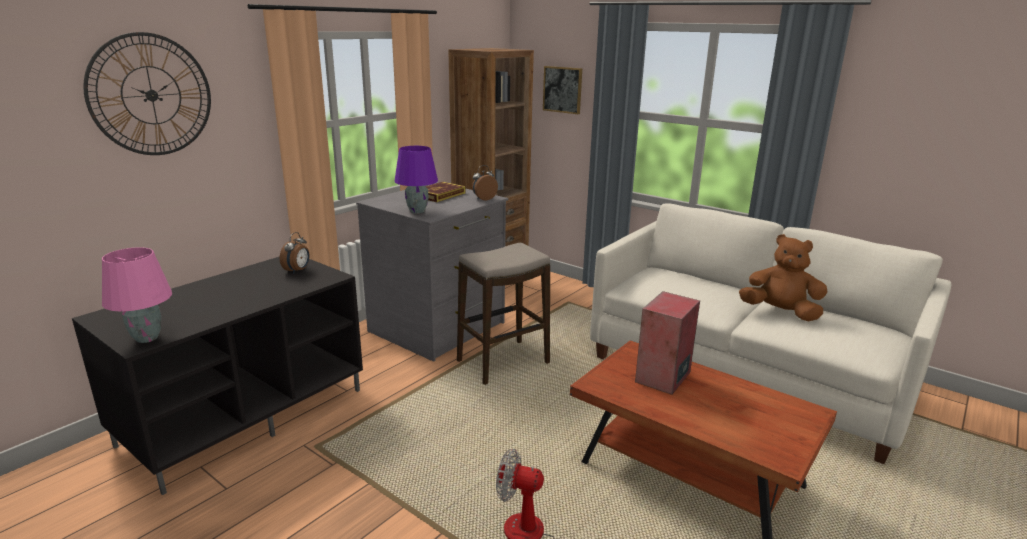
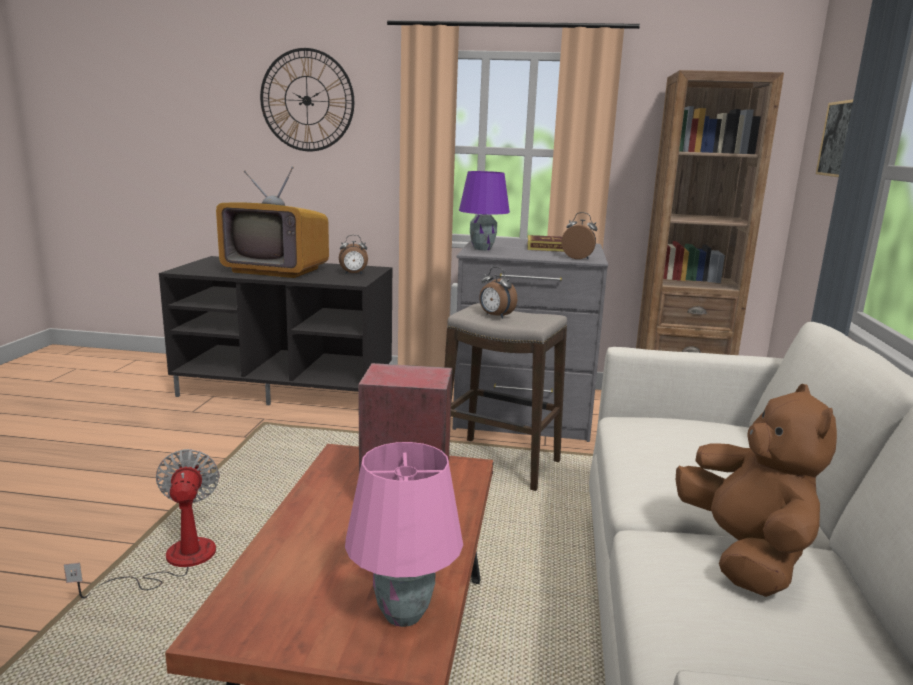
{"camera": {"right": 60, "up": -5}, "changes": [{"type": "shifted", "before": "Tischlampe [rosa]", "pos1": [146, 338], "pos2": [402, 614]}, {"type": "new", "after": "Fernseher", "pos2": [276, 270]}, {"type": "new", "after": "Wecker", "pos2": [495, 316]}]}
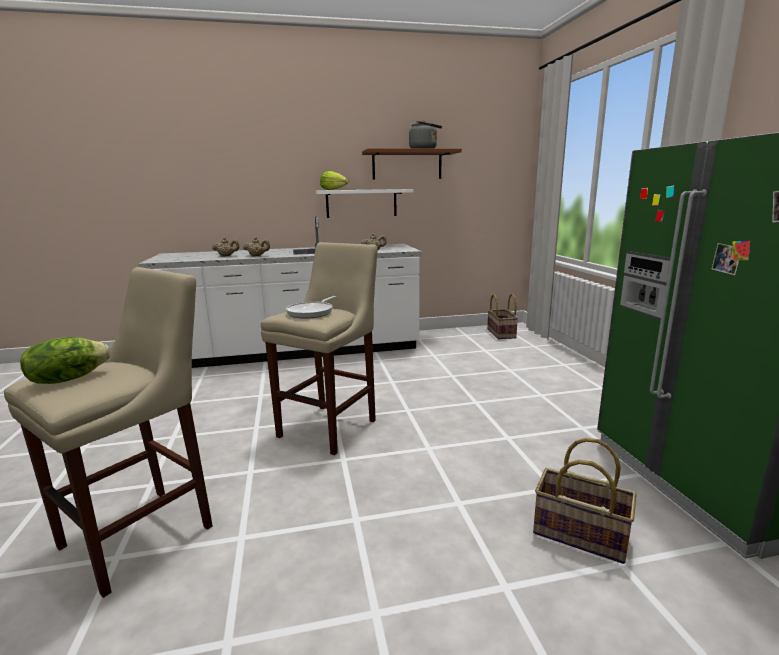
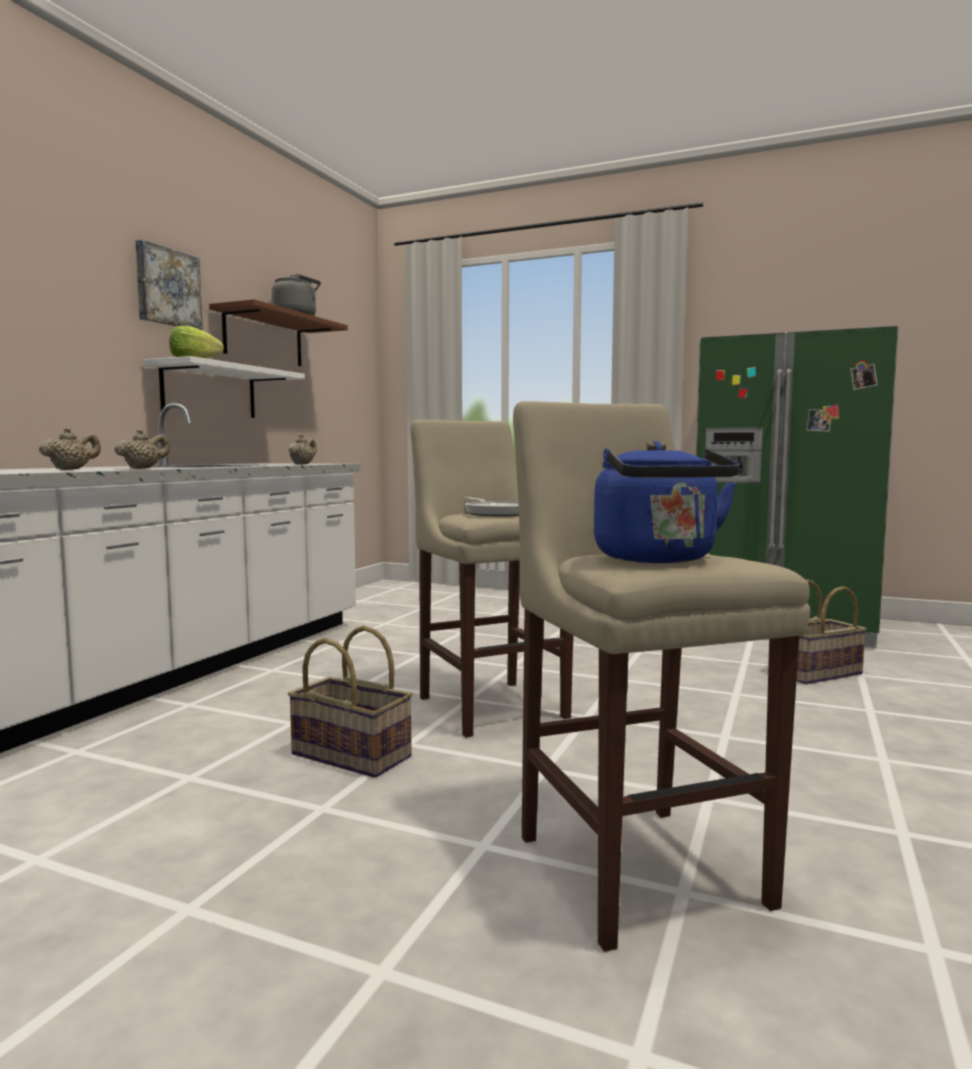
{"camera": {"right": -55, "up": -10}, "changes": [{"type": "shifted", "before": "Korb", "pos1": [502, 333], "pos2": [353, 755]}, {"type": "swapped", "before": "Salatkopf", "after": "Wasserkessel [blau]", "pos1": [68, 379], "pos2": [659, 559]}, {"type": "new", "after": "Bild", "pos2": [167, 287]}]}
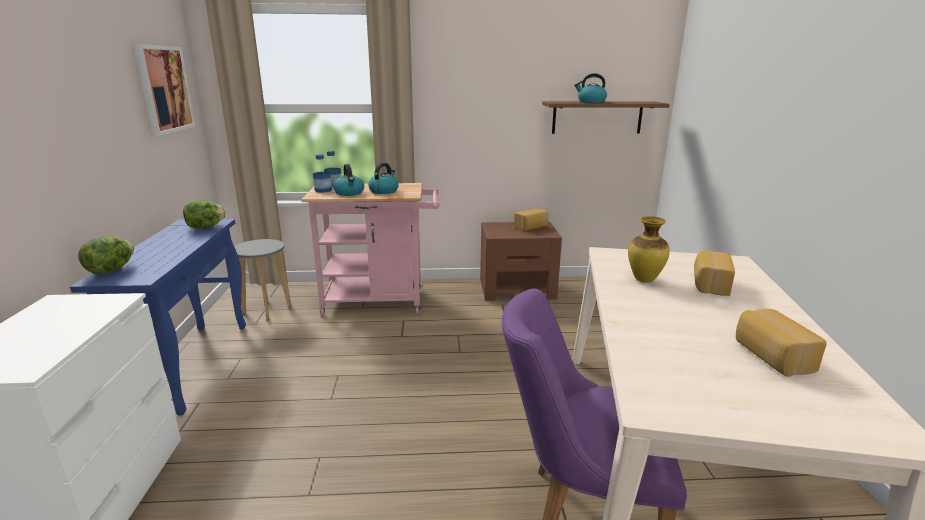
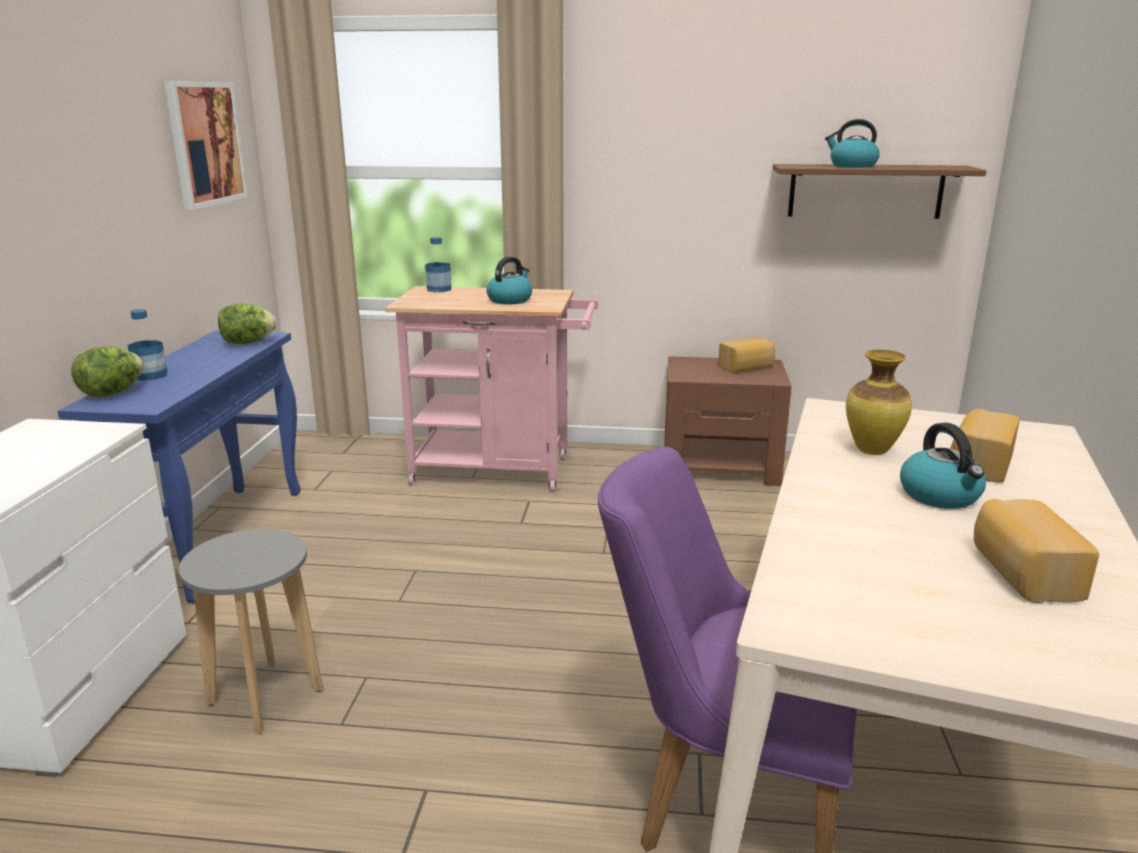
{"camera": {"right": 10, "up": 0}, "changes": [{"type": "shifted", "before": "Flasche", "pos1": [323, 190], "pos2": [150, 375]}, {"type": "shifted", "before": "Wasserkessel", "pos1": [349, 193], "pos2": [940, 496]}, {"type": "shifted", "before": "Hocker [grau]", "pos1": [267, 310], "pos2": [265, 697]}]}
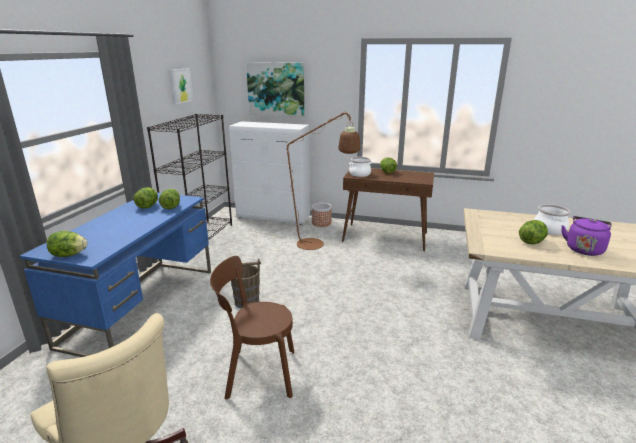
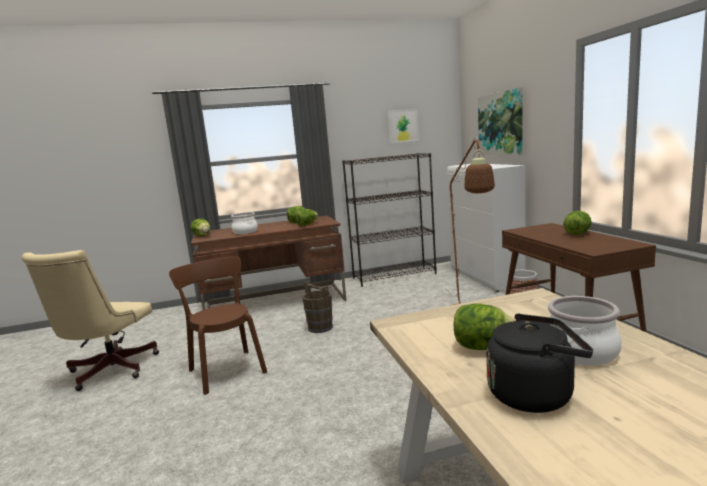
{"camera": {"right": 60, "up": -10}, "changes": [{"type": "shifted", "before": "Kochtopf", "pos1": [360, 174], "pos2": [245, 232]}, {"type": "repainted", "before": "Schreibtisch [blau]", "after": "Schreibtisch [braun]", "pos1": [143, 305], "pos2": [276, 303]}, {"type": "repainted", "before": "Wasserkessel [lila]", "after": "Wasserkessel [schwarz]", "pos1": [584, 249], "pos2": [534, 395]}]}
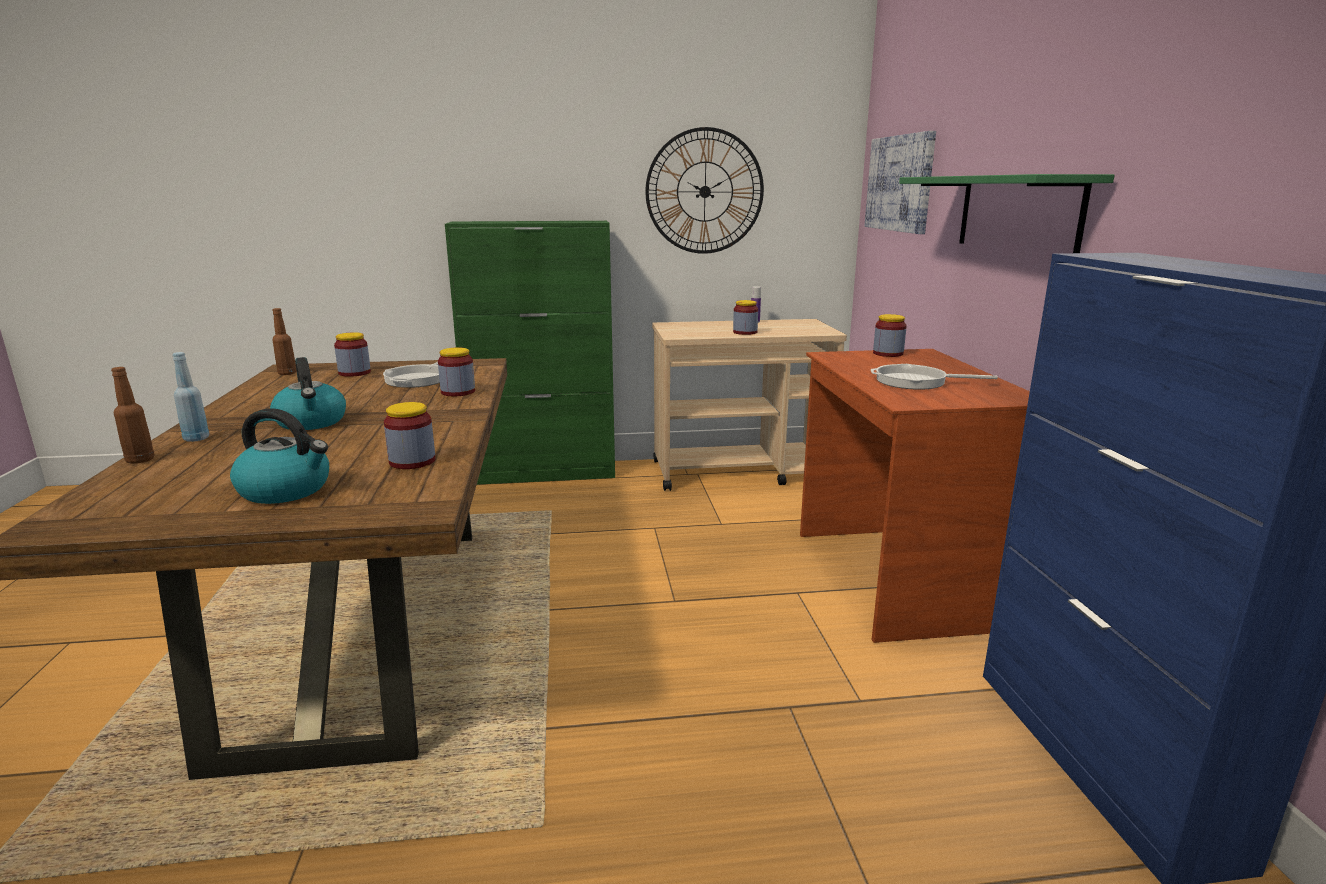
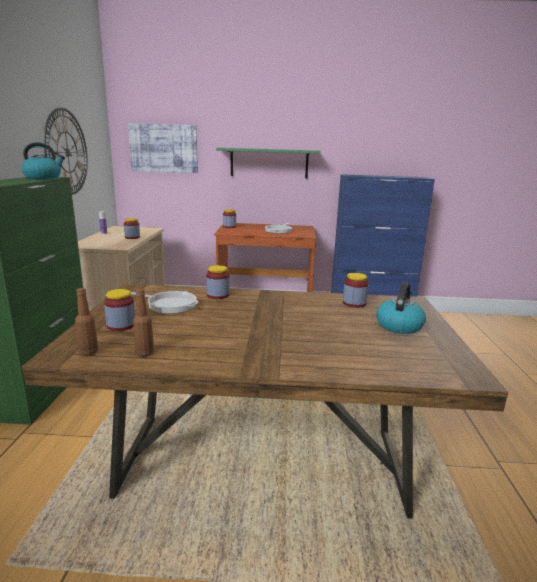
{"camera": {"right": -80, "up": 0}, "changes": [{"type": "gone", "before": "Flasche [blau]", "pos1": [196, 438]}, {"type": "shifted", "before": "Wasserkessel", "pos1": [312, 422], "pos2": [43, 177]}, {"type": "shifted", "before": "Flasche [braun]", "pos1": [140, 460], "pos2": [144, 353]}]}
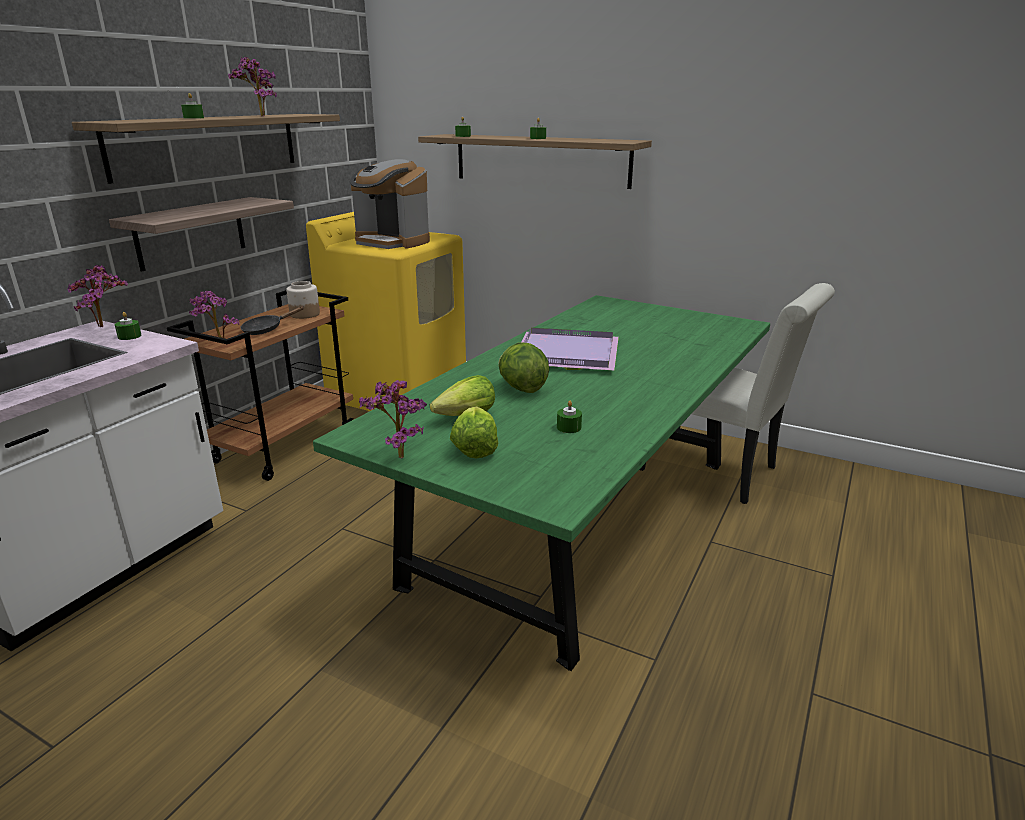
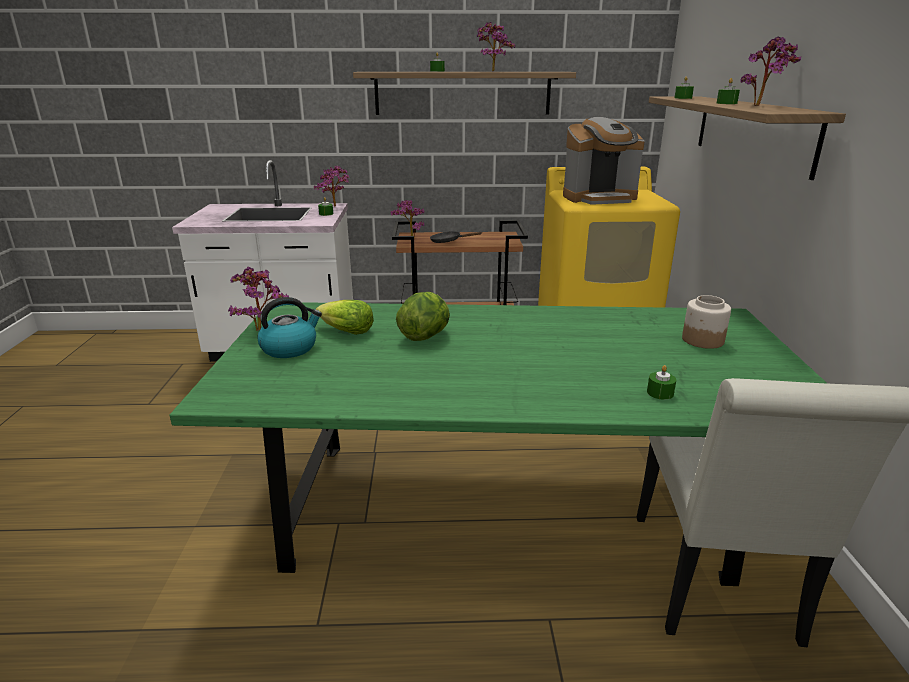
{"camera": {"right": 60, "up": 0}, "changes": [{"type": "rotated", "before": "Kaffeemaschine", "pos1": [392, 242], "pos2": [599, 198], "turn": -105}, {"type": "gone", "before": "Wandregal", "pos1": [191, 233]}, {"type": "shifted", "before": "Vorratsglas", "pos1": [304, 314], "pos2": [702, 340]}, {"type": "gone", "before": "Tablett [lila]", "pos1": [564, 354]}, {"type": "shifted", "before": "Kerze [grün]", "pos1": [569, 427], "pos2": [660, 393]}, {"type": "swapped", "before": "Salatkopf", "after": "Wasserkessel", "pos1": [474, 448], "pos2": [290, 348]}, {"type": "new", "after": "Topfpflanze", "pos2": [761, 106]}]}
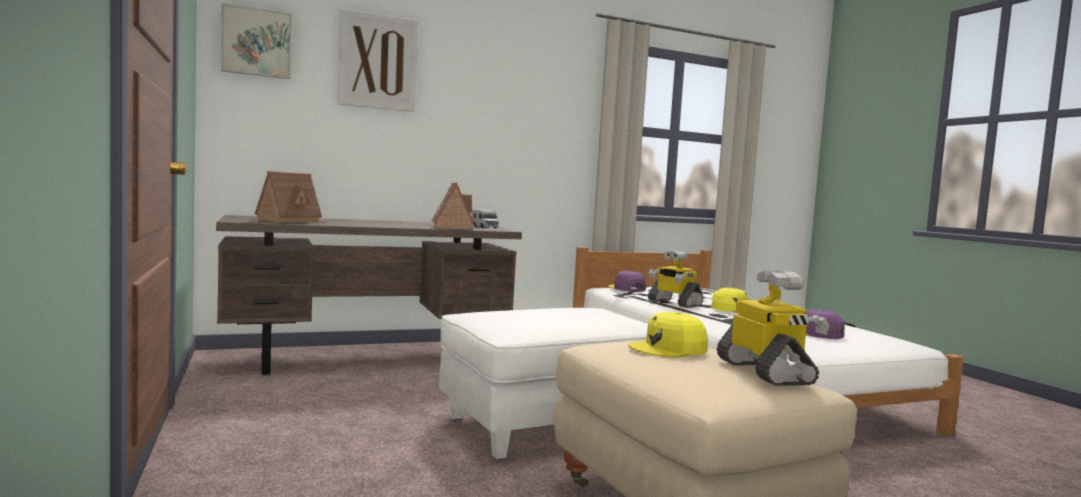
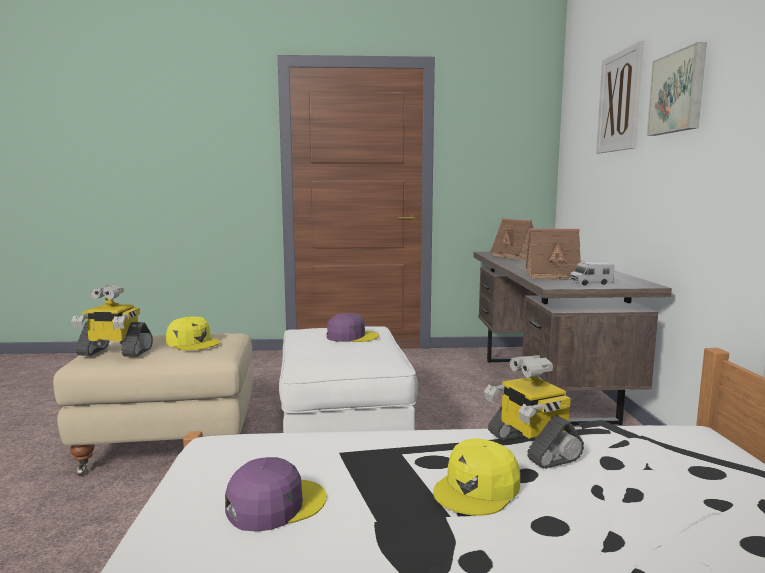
{"camera": {"right": 110, "up": 5}, "changes": [{"type": "shifted", "before": "Bild", "pos1": [256, 43], "pos2": [679, 92]}, {"type": "rotated", "before": "Spielzeugroboter", "pos1": [673, 303], "pos2": [530, 446], "turn": -90}, {"type": "shifted", "before": "Kappe [lila]", "pos1": [626, 288], "pos2": [351, 336]}, {"type": "rotated", "before": "Kappe [gelb]", "pos1": [668, 348], "pos2": [193, 343], "turn": 135}]}
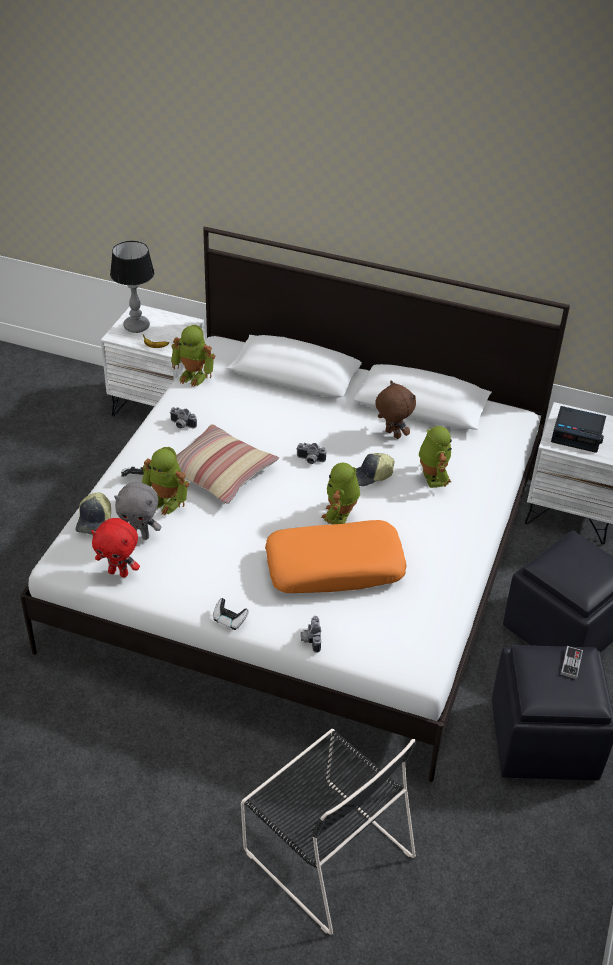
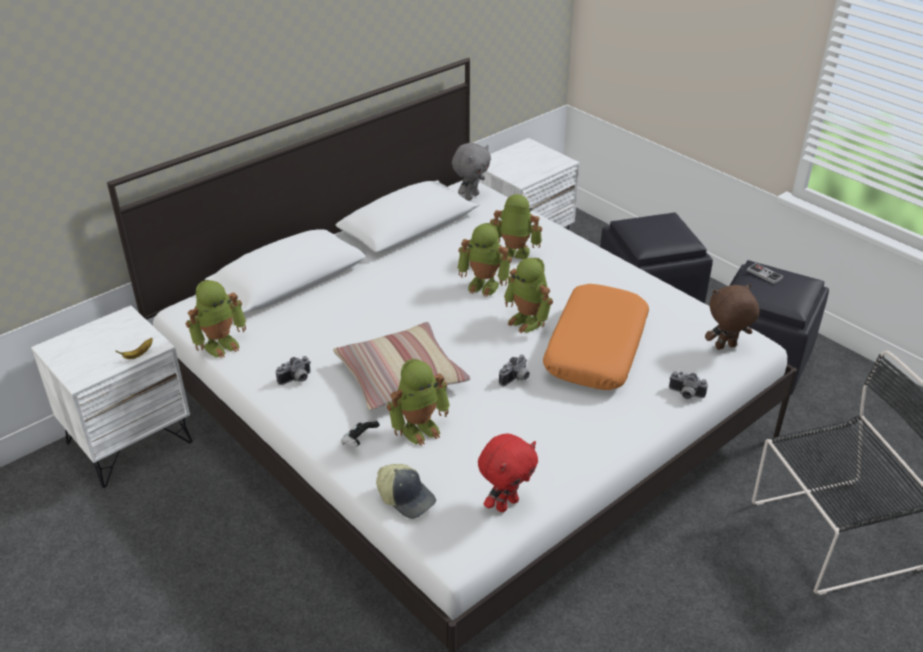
{"camera": {"right": -60, "up": -5}, "changes": [{"type": "gone", "before": "Tischlampe", "pos1": [137, 326]}, {"type": "shifted", "before": "Plüschtier [braun]", "pos1": [392, 434], "pos2": [725, 347]}, {"type": "gone", "before": "Wecker", "pos1": [578, 434]}, {"type": "shifted", "before": "Kamera", "pos1": [310, 460], "pos2": [516, 379]}, {"type": "swapped", "before": "Kappe", "after": "Spielzeugroboter", "pos1": [371, 476], "pos2": [484, 285]}, {"type": "shifted", "before": "Plüschtier [grau]", "pos1": [140, 536], "pos2": [471, 196]}, {"type": "gone", "before": "Gamepad", "pos1": [229, 620]}]}
